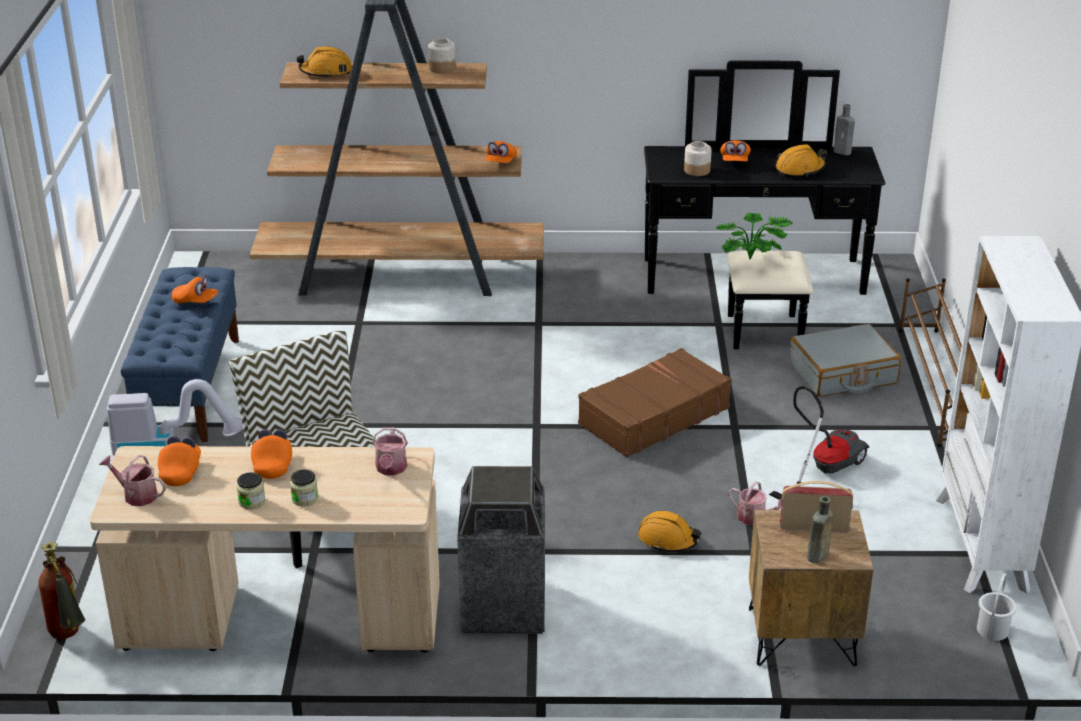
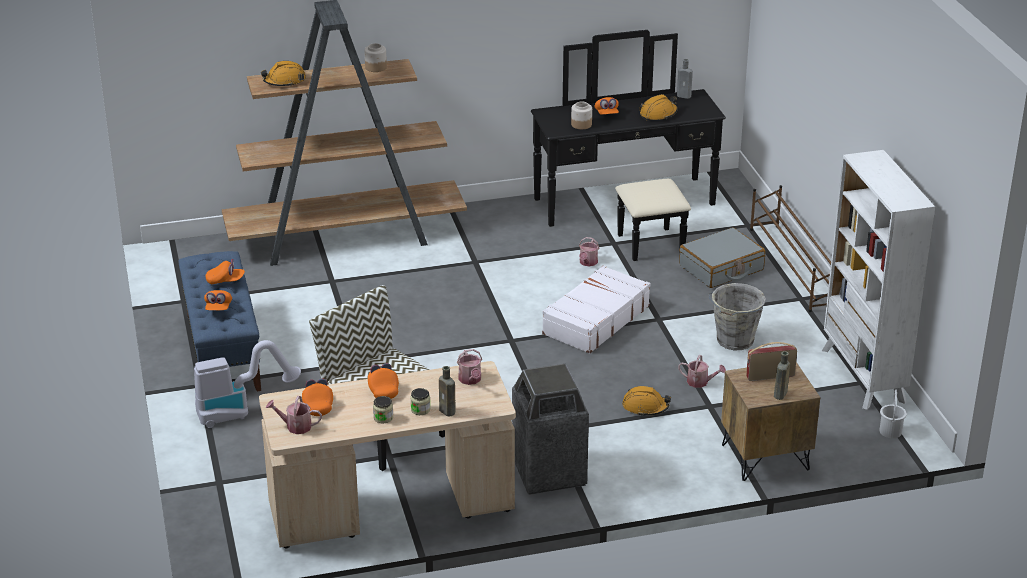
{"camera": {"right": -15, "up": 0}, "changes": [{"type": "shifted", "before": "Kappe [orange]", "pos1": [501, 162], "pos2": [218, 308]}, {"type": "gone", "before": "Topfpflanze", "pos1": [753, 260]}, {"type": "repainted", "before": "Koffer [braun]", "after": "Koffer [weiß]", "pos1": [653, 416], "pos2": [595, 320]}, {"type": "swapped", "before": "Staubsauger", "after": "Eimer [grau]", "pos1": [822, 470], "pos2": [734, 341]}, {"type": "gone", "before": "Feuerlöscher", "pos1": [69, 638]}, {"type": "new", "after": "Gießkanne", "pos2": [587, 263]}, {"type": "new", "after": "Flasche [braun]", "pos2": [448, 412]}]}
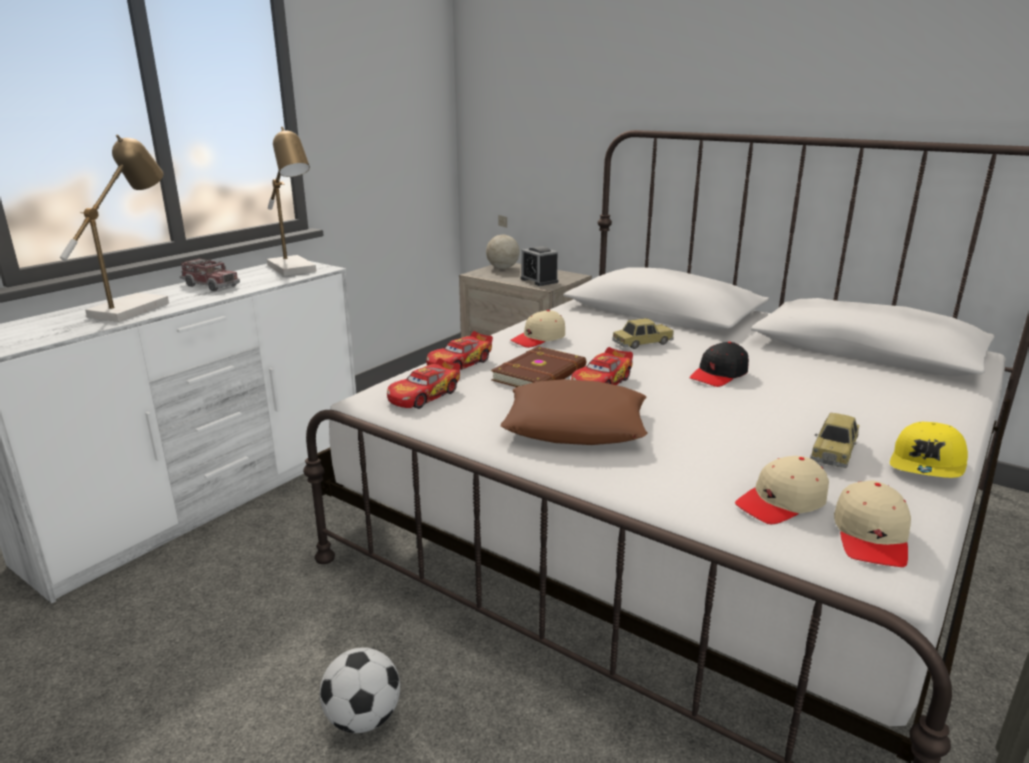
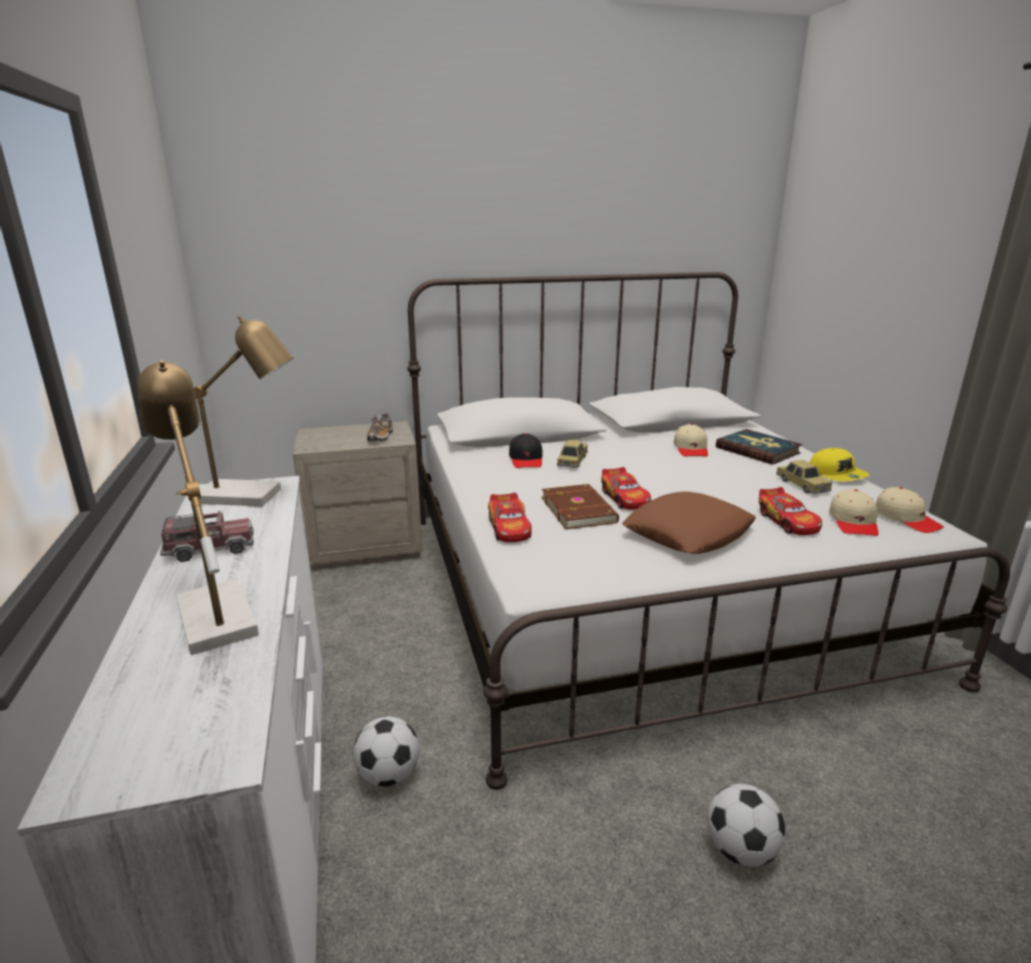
{"camera": {"right": -50, "up": 0}, "changes": [{"type": "gone", "before": "Globus", "pos1": [502, 268]}, {"type": "swapped", "before": "Wecker", "after": "Schuh", "pos1": [539, 280], "pos2": [381, 437]}, {"type": "shifted", "before": "Kappe [beige]", "pos1": [538, 338], "pos2": [691, 449]}, {"type": "shifted", "before": "Kappe [schwarz]", "pos1": [719, 375], "pos2": [526, 459]}, {"type": "shifted", "before": "Spielzeugauto", "pos1": [425, 395], "pos2": [787, 521]}, {"type": "new", "after": "Buch", "pos2": [758, 450]}, {"type": "new", "after": "Fußball", "pos2": [388, 775]}]}
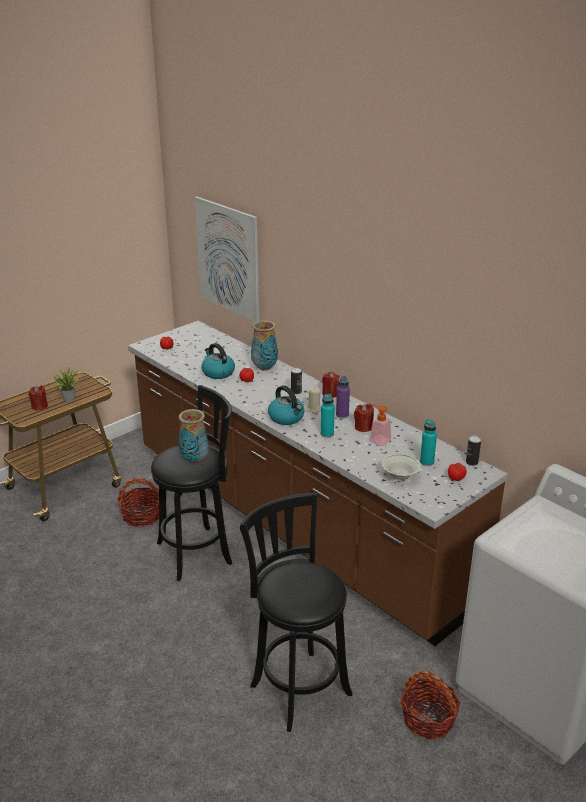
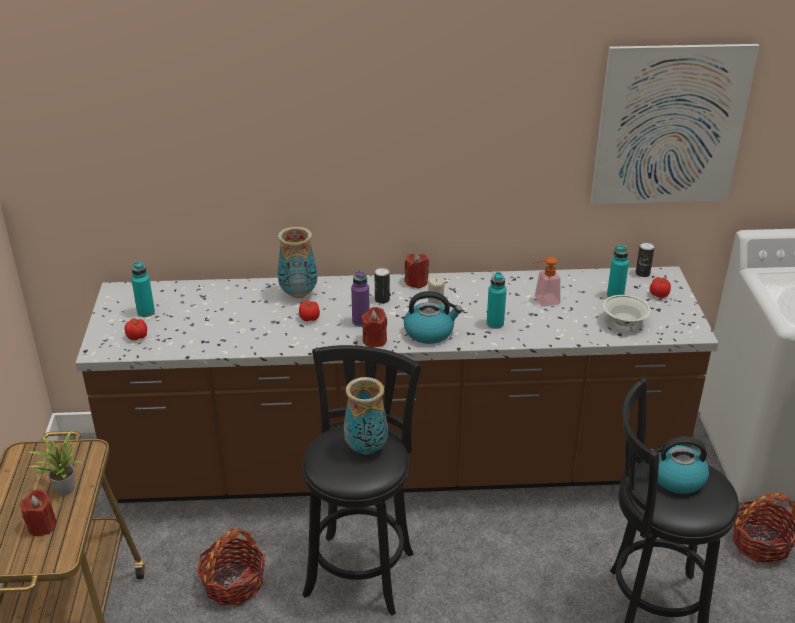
{"camera": {"right": -50, "up": 5}, "changes": [{"type": "shifted", "before": "Bild", "pos1": [228, 259], "pos2": [670, 126]}, {"type": "shifted", "before": "Wasserkessel", "pos1": [217, 372], "pos2": [676, 478]}, {"type": "shifted", "before": "Flasche [lila]", "pos1": [342, 415], "pos2": [361, 322]}, {"type": "shifted", "before": "Kerze [rot]", "pos1": [363, 427], "pos2": [374, 340]}, {"type": "new", "after": "Flasche [türkis]", "pos2": [146, 312]}]}
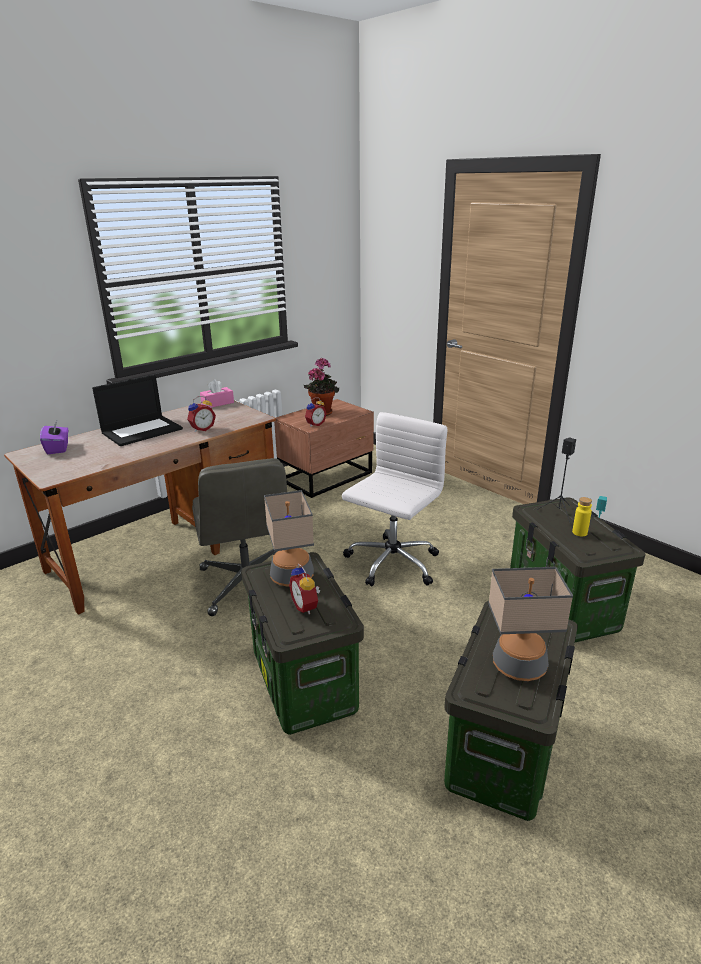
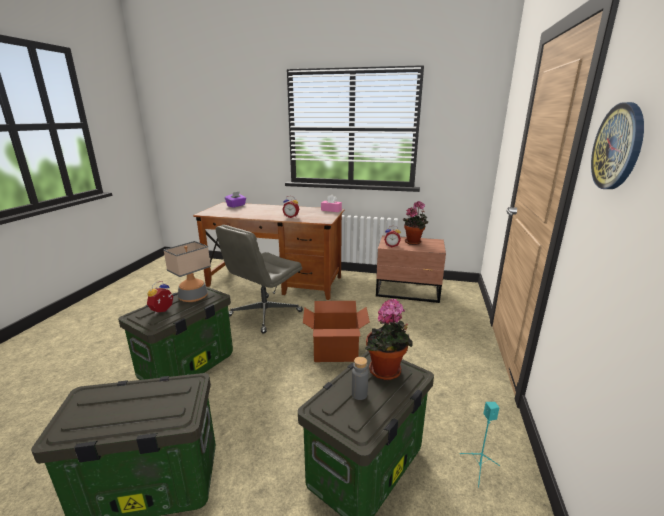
{"camera": {"right": 55, "up": -5}, "changes": [{"type": "gone", "before": "Laptop", "pos1": [142, 430]}, {"type": "swapped", "before": "Bürostuhl [weiß]", "after": "Karton", "pos1": [391, 563], "pos2": [335, 352]}, {"type": "swapped", "before": "Lautsprecher [schwarz]", "after": "Topfpflanze", "pos1": [559, 512], "pos2": [386, 372]}, {"type": "repainted", "before": "Flasche [gelb]", "after": "Flasche [grau]", "pos1": [579, 532], "pos2": [359, 394]}, {"type": "gone", "before": "Tischlampe", "pos1": [518, 665]}, {"type": "new", "after": "Wanduhr", "pos2": [618, 147]}]}
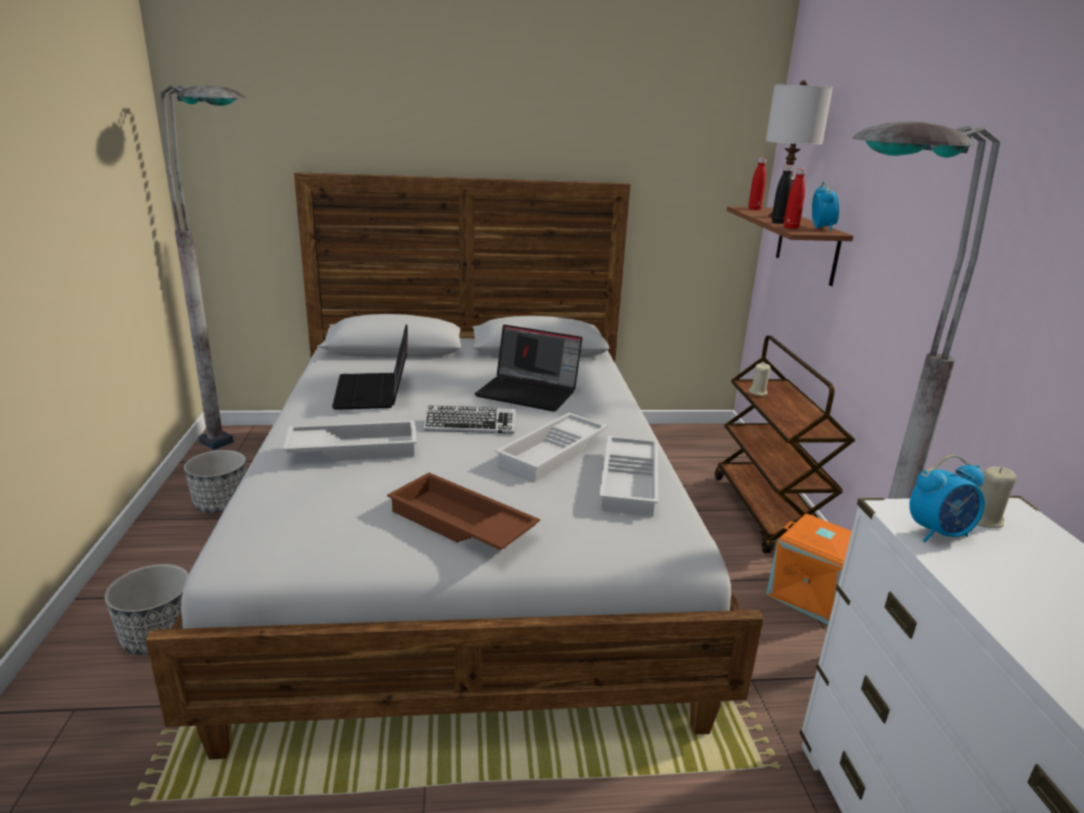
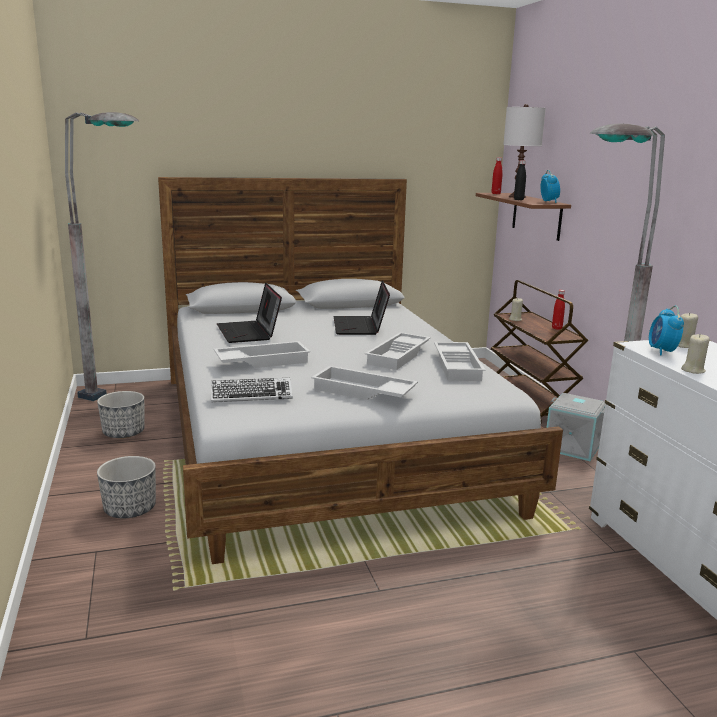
{"camera": {"right": -10, "up": -5}, "changes": [{"type": "shifted", "before": "Flasche [rot]", "pos1": [790, 228], "pos2": [556, 328]}, {"type": "rotated", "before": "Laptop", "pos1": [529, 392], "pos2": [360, 327], "turn": 75}, {"type": "shifted", "before": "Tastatur", "pos1": [470, 425], "pos2": [251, 395]}, {"type": "rotated", "before": "Wecker", "pos1": [939, 533], "pos2": [662, 351], "turn": 120}, {"type": "repainted", "before": "Tablett [braun]", "after": "Tablett [weiß]", "pos1": [459, 524], "pos2": [362, 392]}, {"type": "repainted", "before": "Aufbewahrungsbox [orange]", "after": "Aufbewahrungsbox [grau]", "pos1": [812, 594], "pos2": [573, 446]}, {"type": "new", "after": "Kerze [beige]", "pos2": [693, 370]}]}
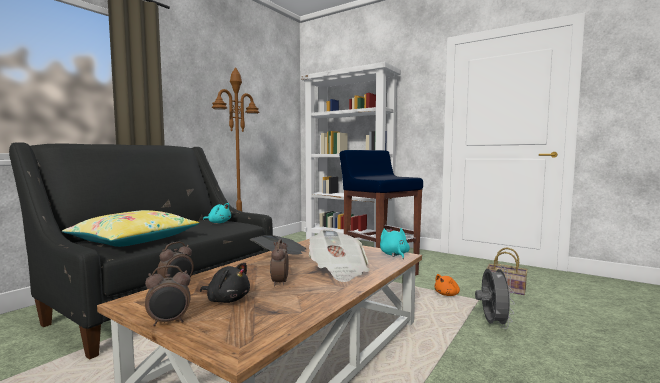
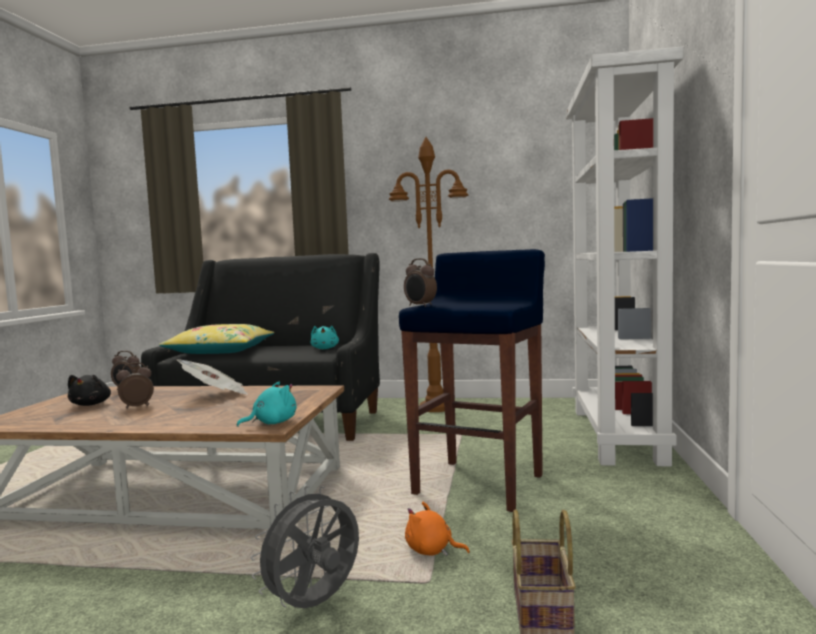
{"camera": {"right": 65, "up": 0}, "changes": [{"type": "gone", "before": "Zeitung", "pos1": [338, 271]}, {"type": "shifted", "before": "Wecker", "pos1": [169, 322], "pos2": [420, 306]}, {"type": "rotated", "before": "Ventilator [grau]", "pos1": [492, 324], "pos2": [315, 605], "turn": 150}]}
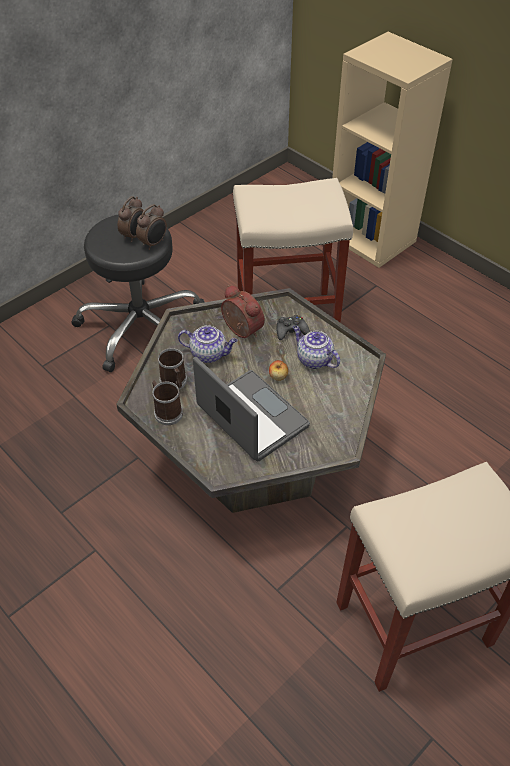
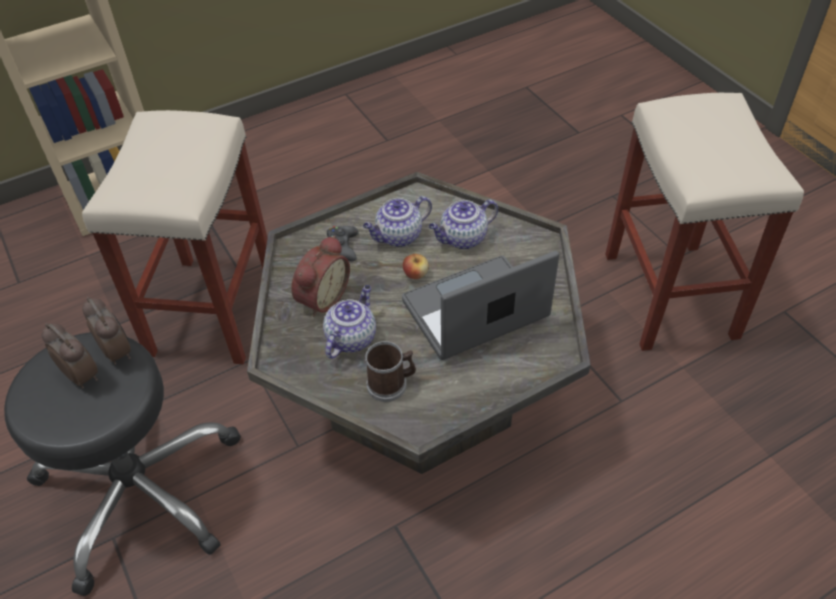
{"camera": {"right": -75, "up": 0}, "changes": [{"type": "rotated", "before": "Wecker", "pos1": [240, 331], "pos2": [321, 297], "turn": 150}, {"type": "gone", "before": "Henkelbecher", "pos1": [166, 411]}, {"type": "new", "after": "Teekanne", "pos2": [462, 239]}]}
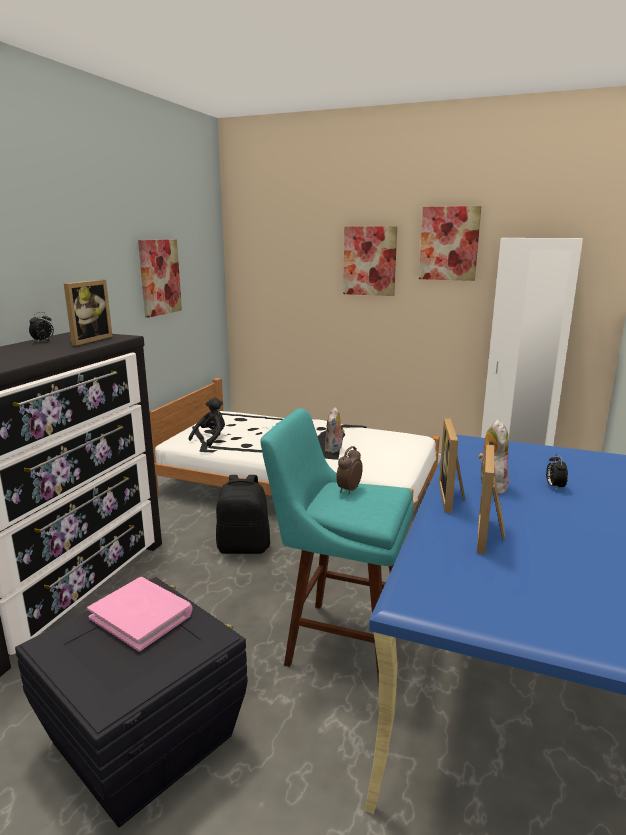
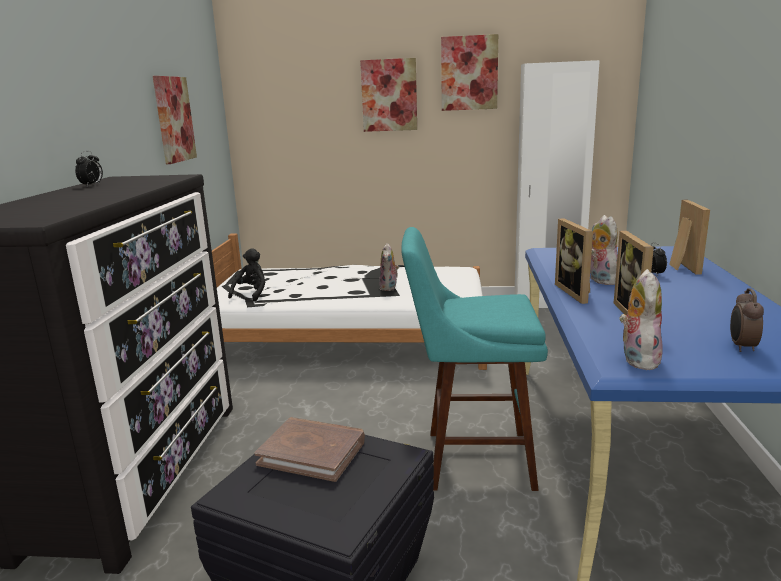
{"camera": {"right": -15, "up": 0}, "changes": [{"type": "shifted", "before": "Bilderrahmen", "pos1": [88, 340], "pos2": [680, 266]}, {"type": "shifted", "before": "Wecker", "pos1": [348, 490], "pos2": [741, 347]}, {"type": "gone", "before": "Rucksack [schwarz]", "pos1": [244, 547]}, {"type": "repainted", "before": "Buch [rosa]", "after": "Buch [braun]", "pos1": [141, 615], "pos2": [312, 452]}, {"type": "new", "after": "Plüschtier", "pos2": [637, 359]}]}
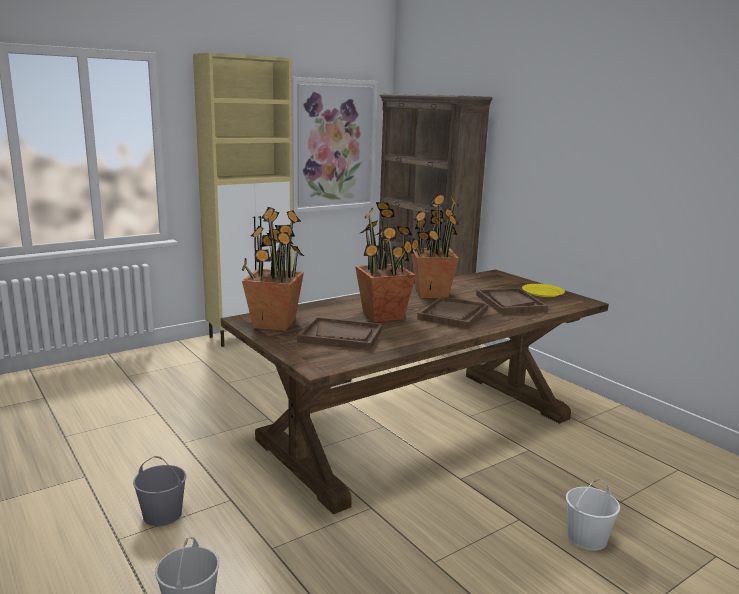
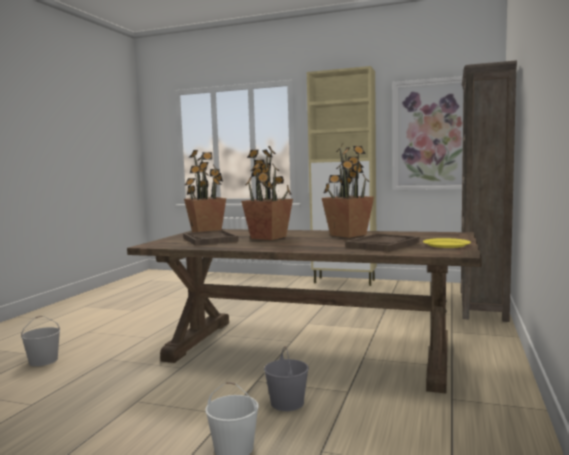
{"camera": {"right": 55, "up": -10}, "changes": [{"type": "gone", "before": "Tablett [braun]", "pos1": [453, 314]}, {"type": "shifted", "before": "Eimer [grau]", "pos1": [163, 514], "pos2": [287, 403]}]}
